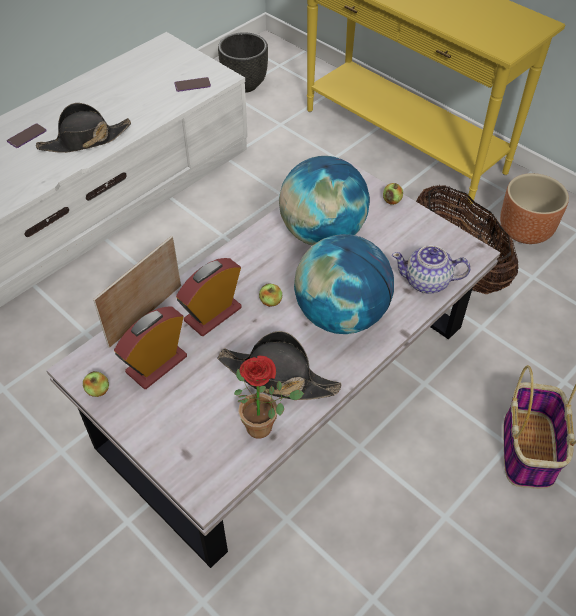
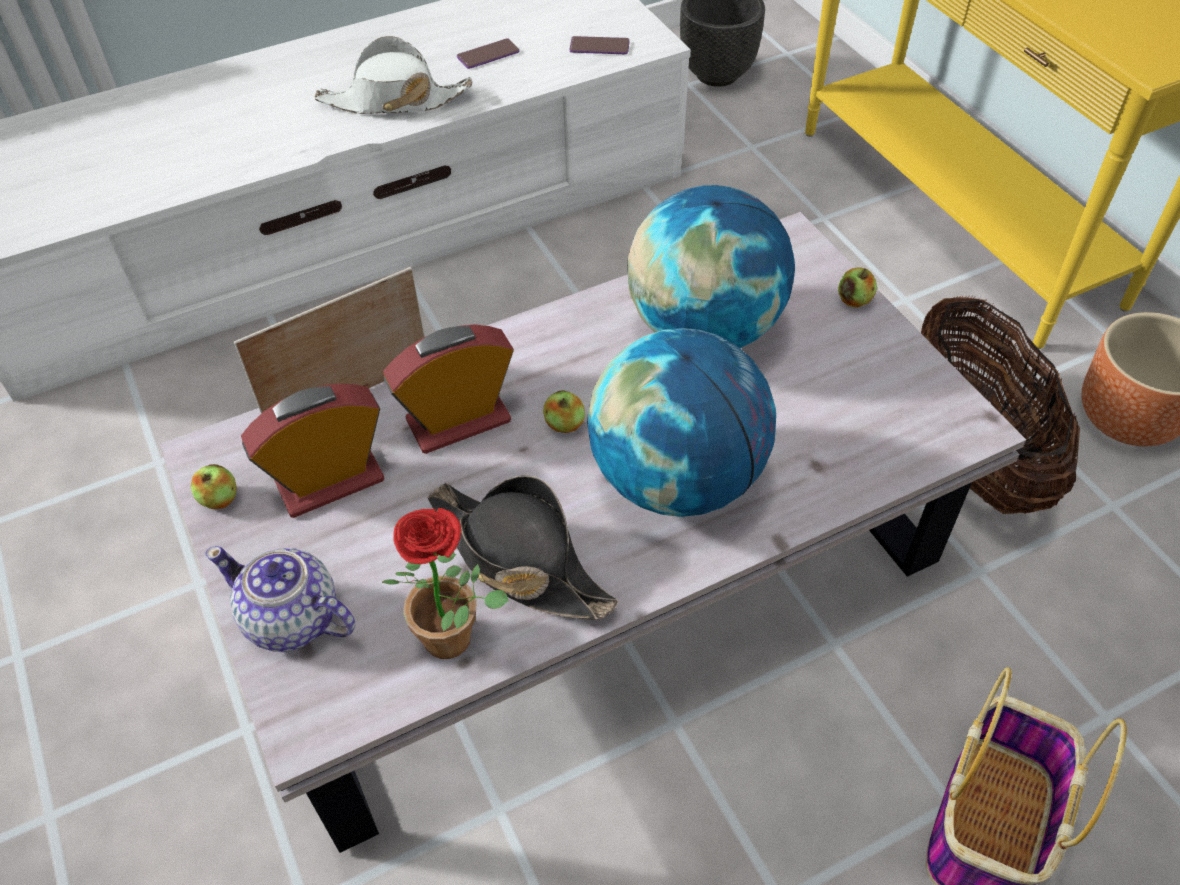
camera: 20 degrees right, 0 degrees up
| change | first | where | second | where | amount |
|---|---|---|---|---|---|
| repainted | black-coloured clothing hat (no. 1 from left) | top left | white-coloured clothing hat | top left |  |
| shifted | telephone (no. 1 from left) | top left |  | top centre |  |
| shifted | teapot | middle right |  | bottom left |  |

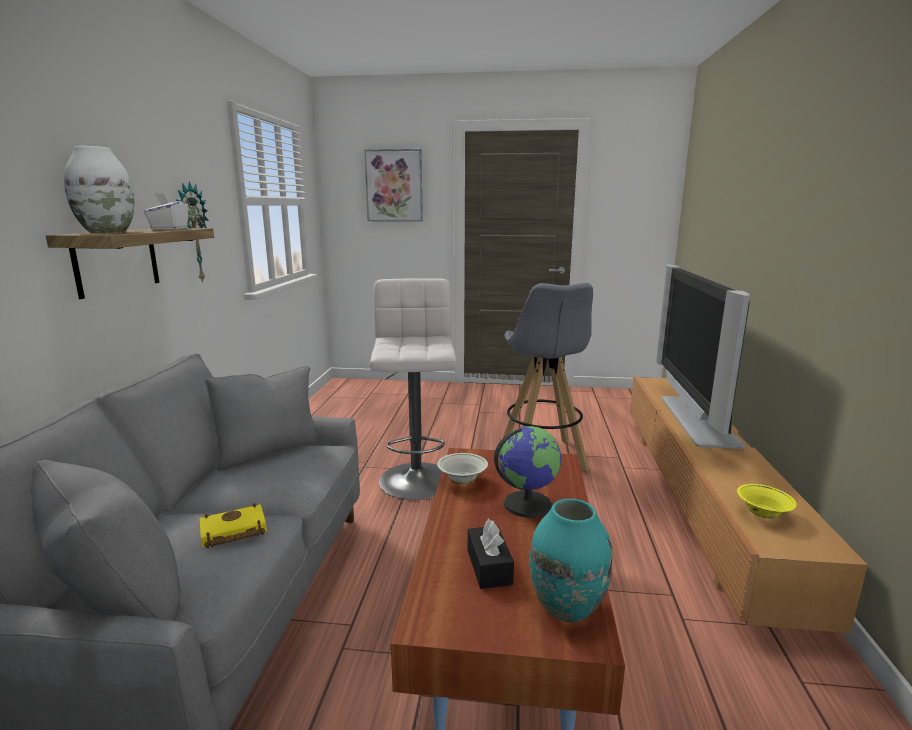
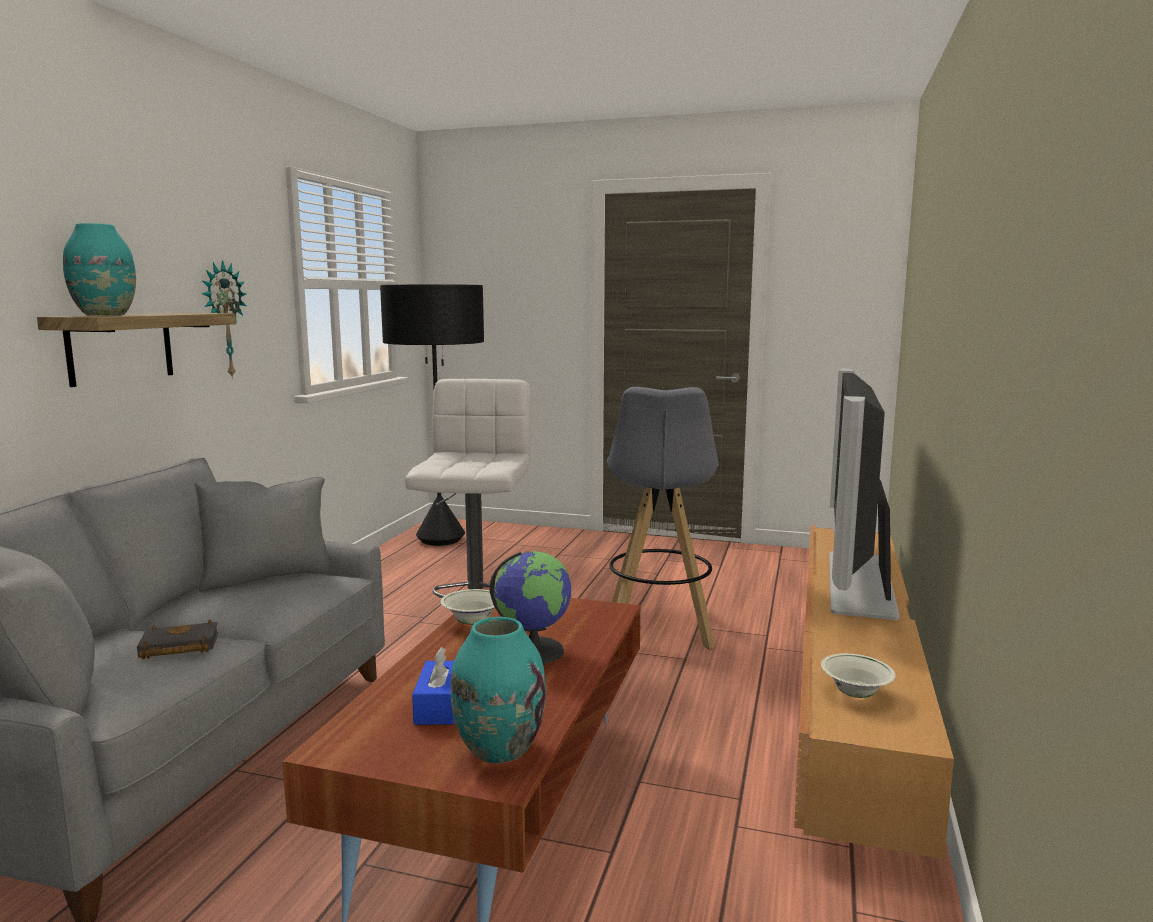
camera: 10 degrees right, 5 degrees down
| change | first | where | second | where | amount |
|---|---|---|---|---|---|
| repainted | white-coloured decorative vase | top left | blue-green decorative vase (no. 1 from left) | top left |  |
| gone | wall art | top centre |  |  |  |
| gone | white-coloured tissue holder | top left |  |  |  |
| repainted | yellow bowl | bottom right | white-coloured bowl (no. 2 from left) | bottom right |  |
| repainted | yellow book | bottom left | black-coloured book | bottom left |  |
| repainted | black-coloured tissue holder | bottom centre | blue tissue holder | bottom centre |  |
| new |  |  | black-coloured standing lamp | centre |  |

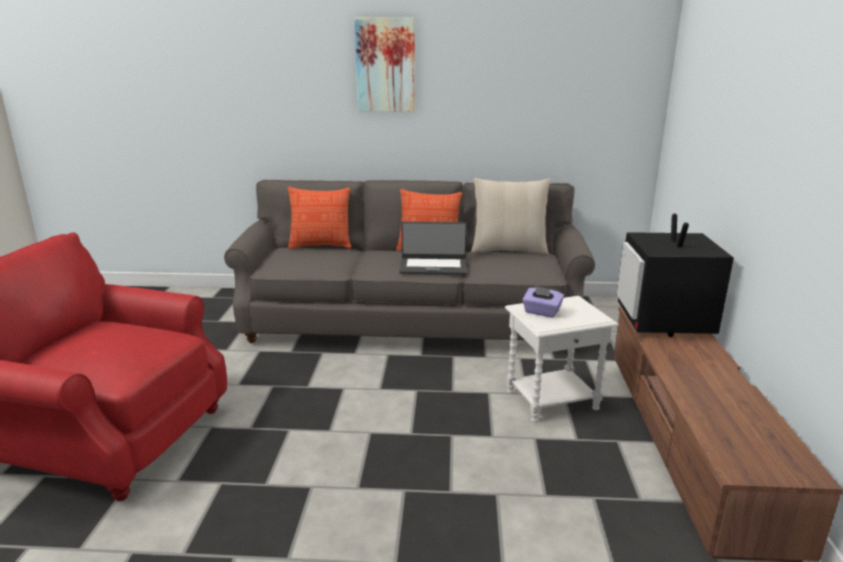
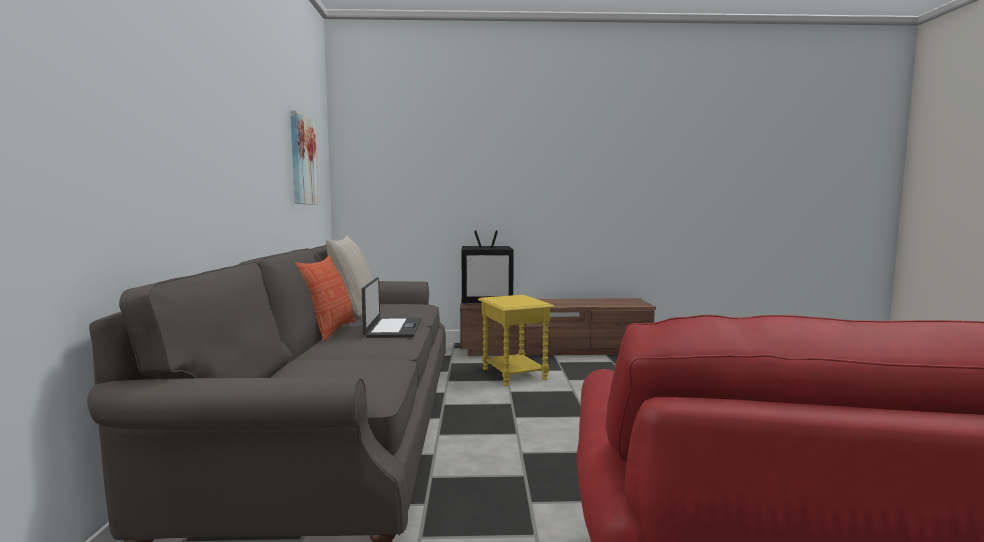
camera: 95 degrees left, 15 degrees down
| change | first | where | second | where | amount |
|---|---|---|---|---|---|
| shifted | wall art | top centre |  | top left |  |
| gone | orangey cushion (no. 1 from left) | centre |  |  |  |
| gone | purplish tissue holder | centre |  |  |  |
| repainted | white-coloured side table | middle right | yellow side table | centre |  |

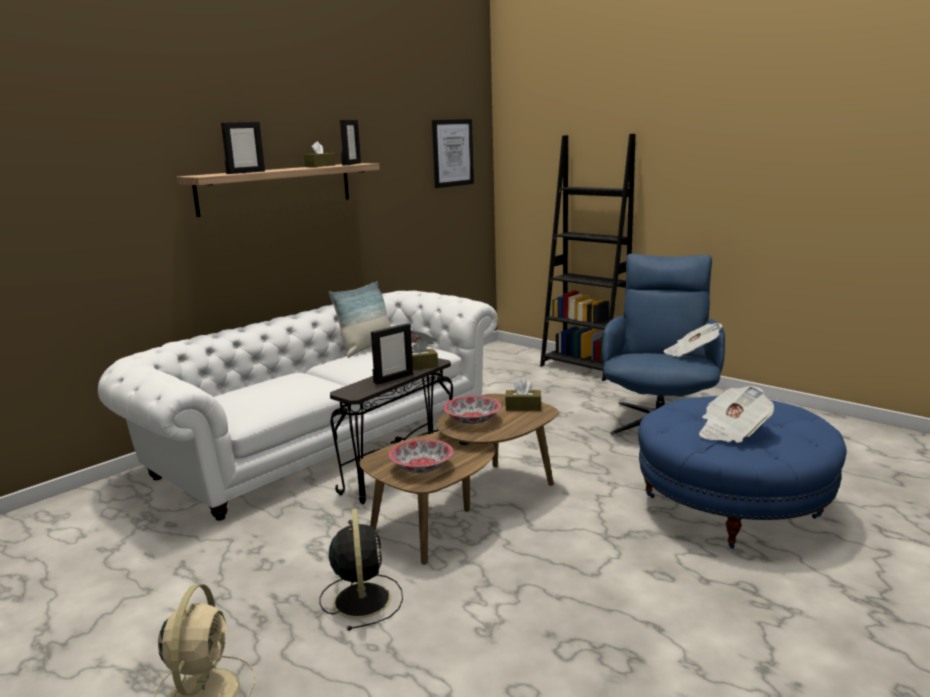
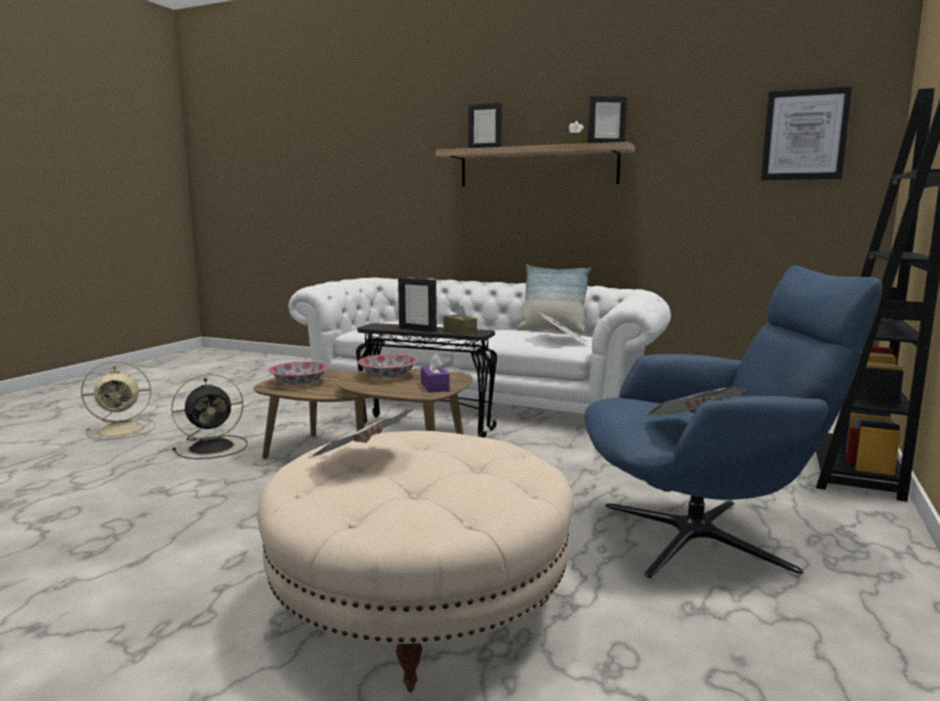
camera: 70 degrees right, 5 degrees down
| change | first | where | second | where | amount |
|---|---|---|---|---|---|
| repainted | brown-coloured tissue holder (no. 3 from left) | centre | purplish tissue holder | centre |  |
| repainted | blue pouffe | bottom right | sand-coloured pouffe | bottom centre |  |

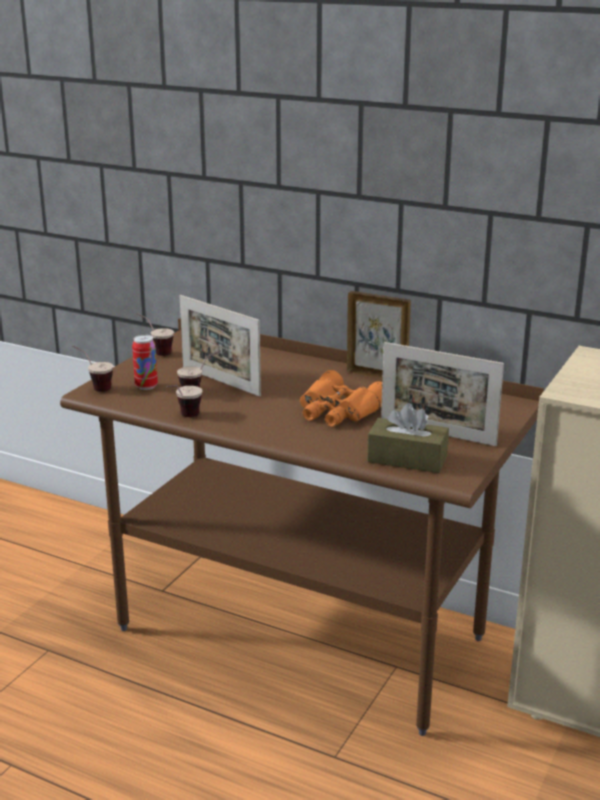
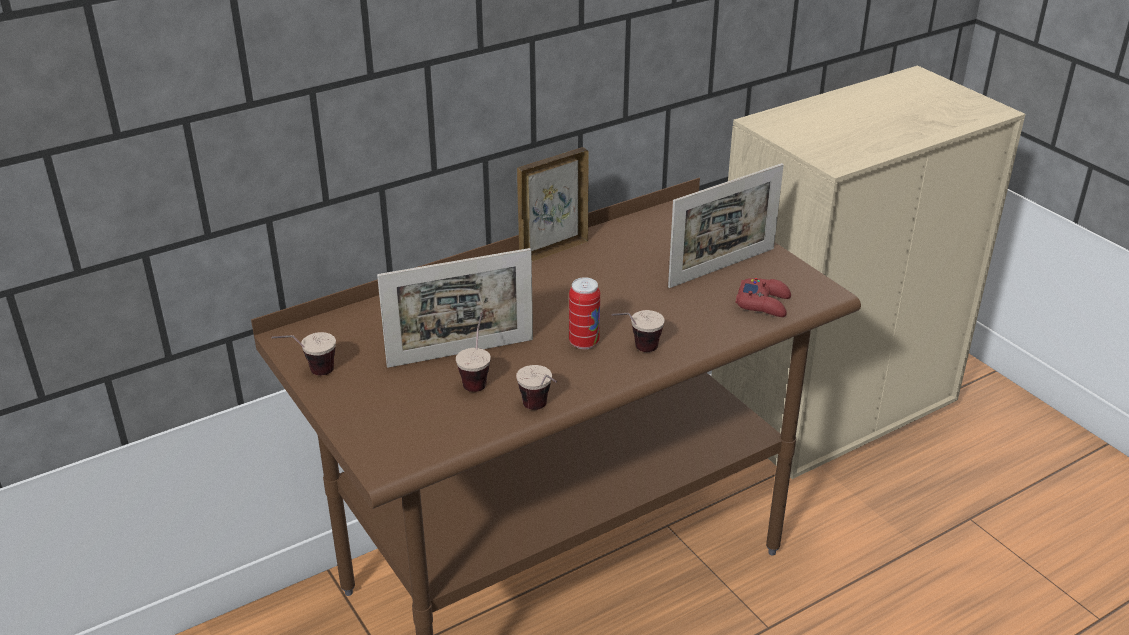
camera: 60 degrees left, 10 degrees up
| change | first | where | second | where | amount |
|---|---|---|---|---|---|
| shifted | sealed can | middle left |  | centre |  |
| shifted | cup (no. 1 from left in the first image) | middle left | cup (no. 4 from left) | centre |  |
| gone | orangey field glasses | centre |  |  |  |
| swapped | brown-coloured tissue holder | middle right | red-coloured gamepad | middle right |  |

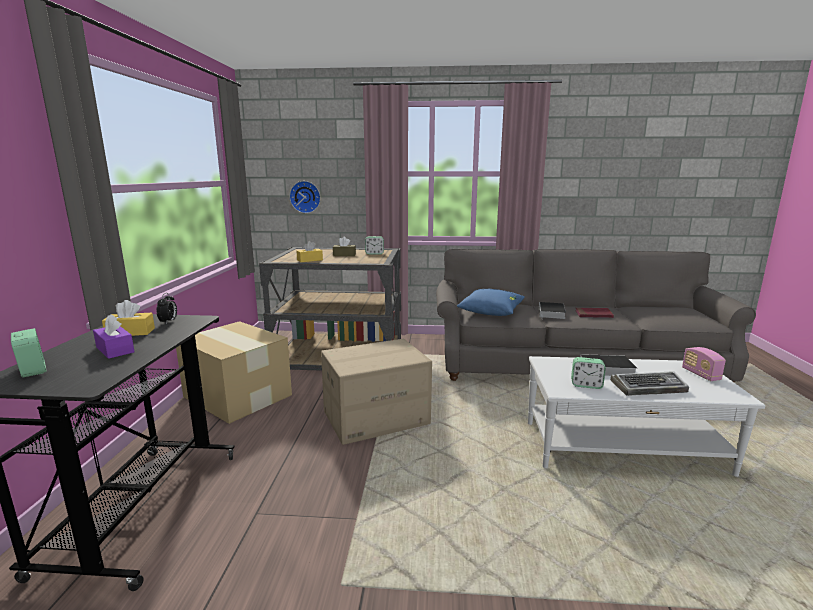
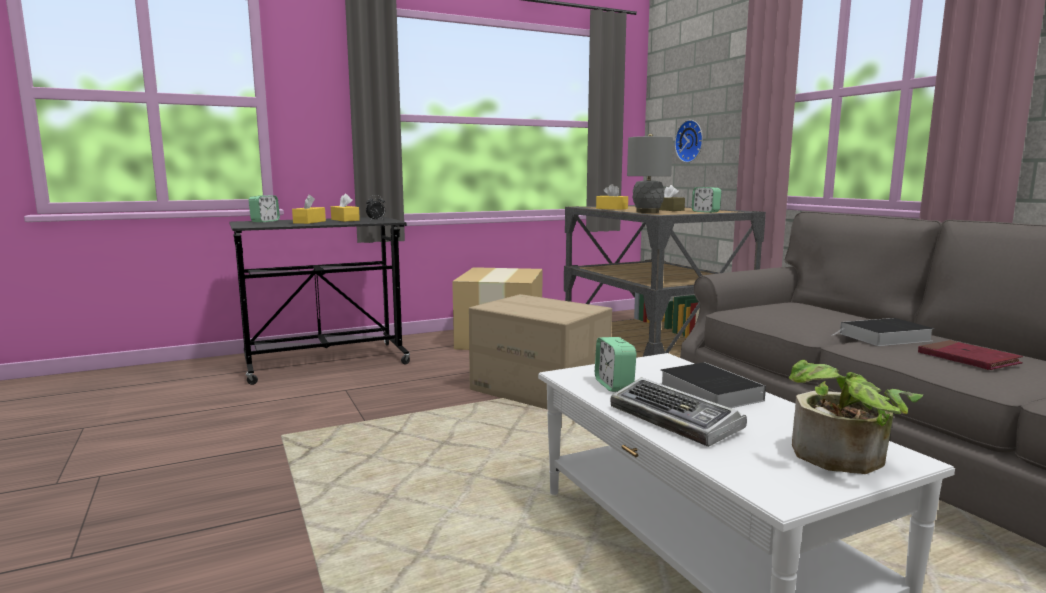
camera: 60 degrees right, 5 degrees down
| change | first | where | second | where | amount |
|---|---|---|---|---|---|
| gone | blue cushion | centre |  |  |  |
| repainted | purplish tissue holder | middle left | yellow tissue holder (no. 1 from left) | middle left |  |
| swapped | radio set | middle right | plant in a pot | bottom right |  |
| new |  |  | grey tabletop lamp | top centre |  |

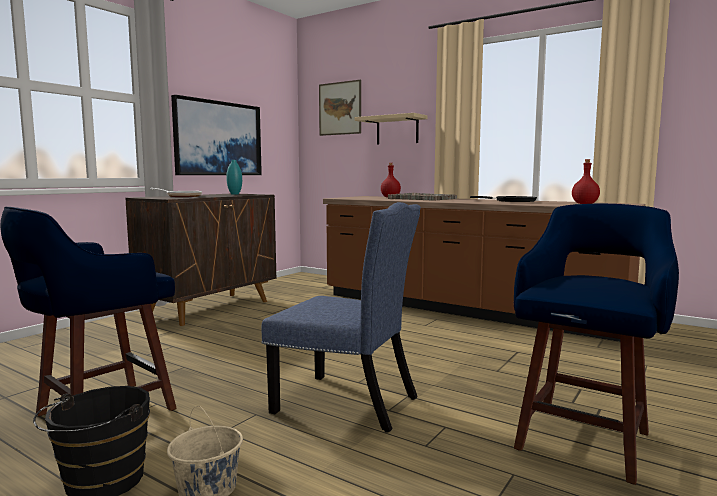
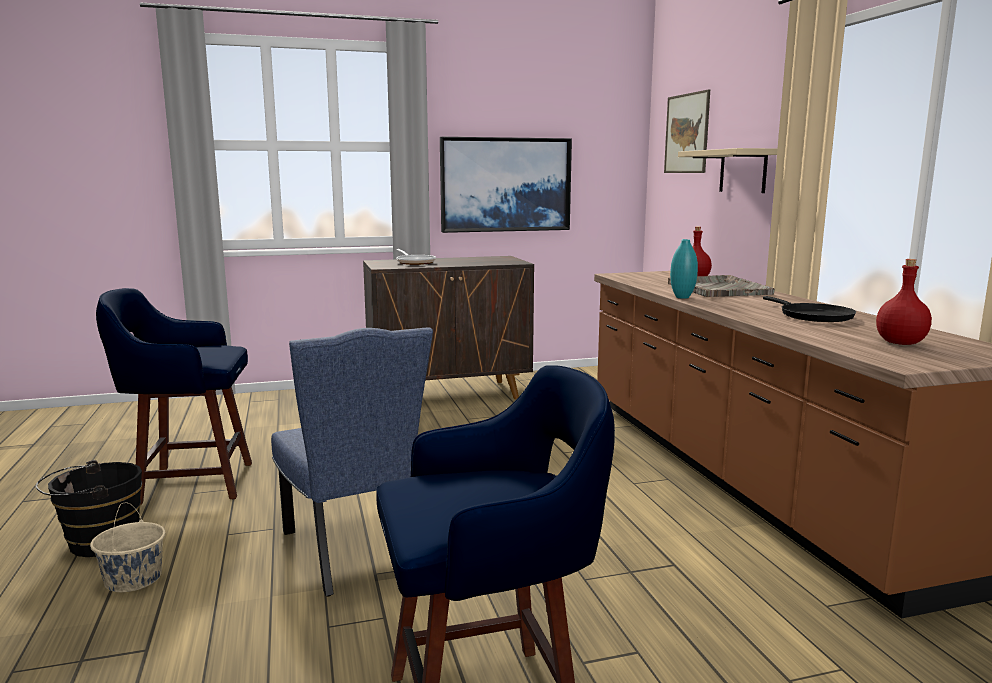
camera: 40 degrees right, 5 degrees up
| change | first | where | second | where | amount |
|---|---|---|---|---|---|
| shifted | blue-green decorative vase | middle left |  | middle right |  |

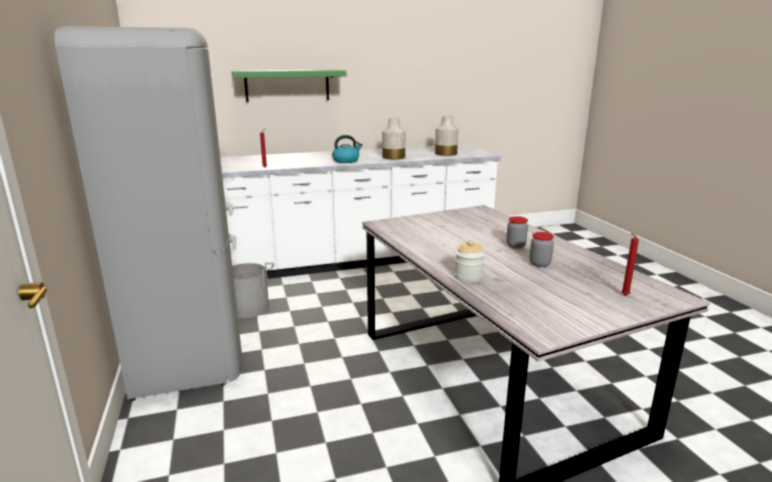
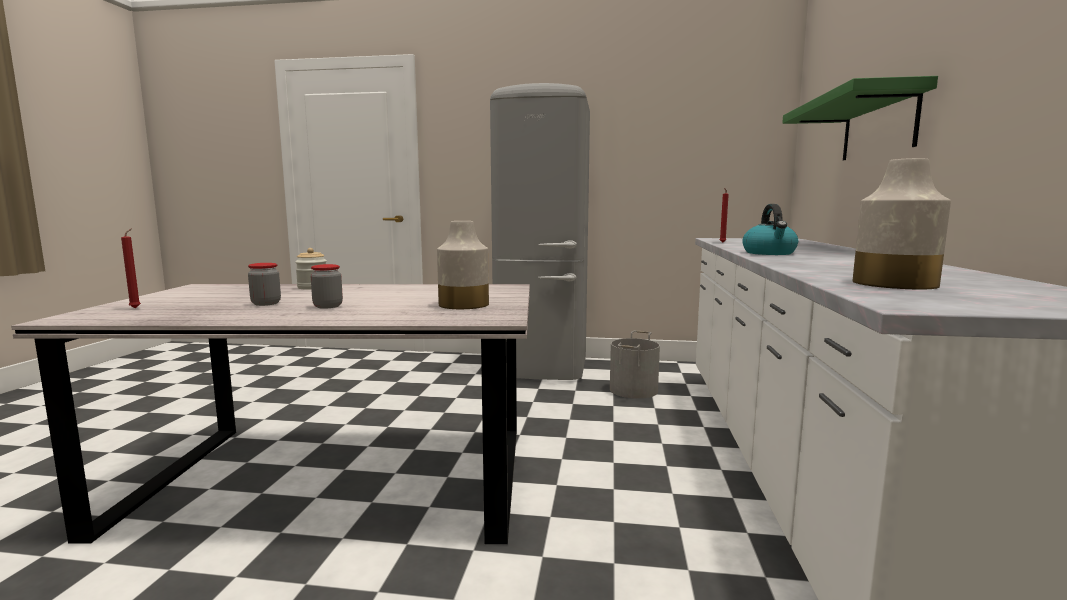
camera: 115 degrees right, 10 degrees down
| change | first | where | second | where | amount |
|---|---|---|---|---|---|
| shifted | sand-coloured decorative vase (no. 1 from left) | top centre |  | centre |  |

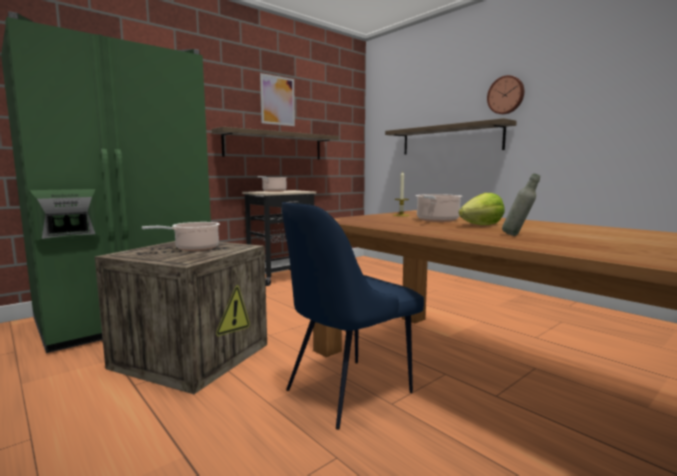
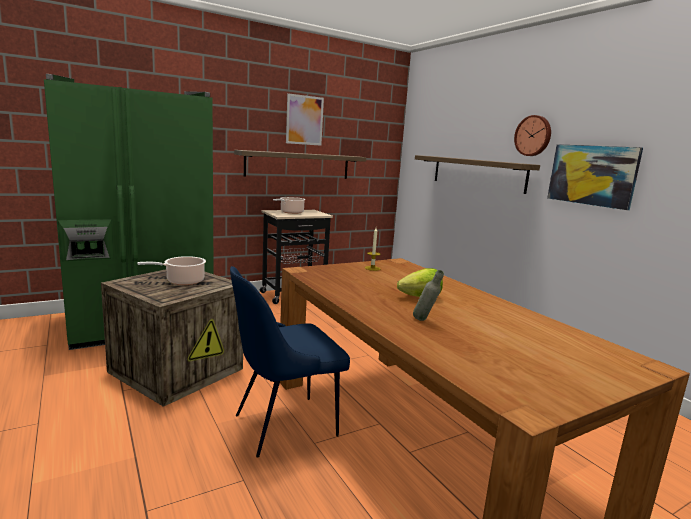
camera: 10 degrees right, 5 degrees up
| change | first | where | second | where | amount |
|---|---|---|---|---|---|
| gone | stockpot (no. 3 from left) | centre |  |  |  |
| new |  |  | wall art (no. 2 from left) | middle right |  |

